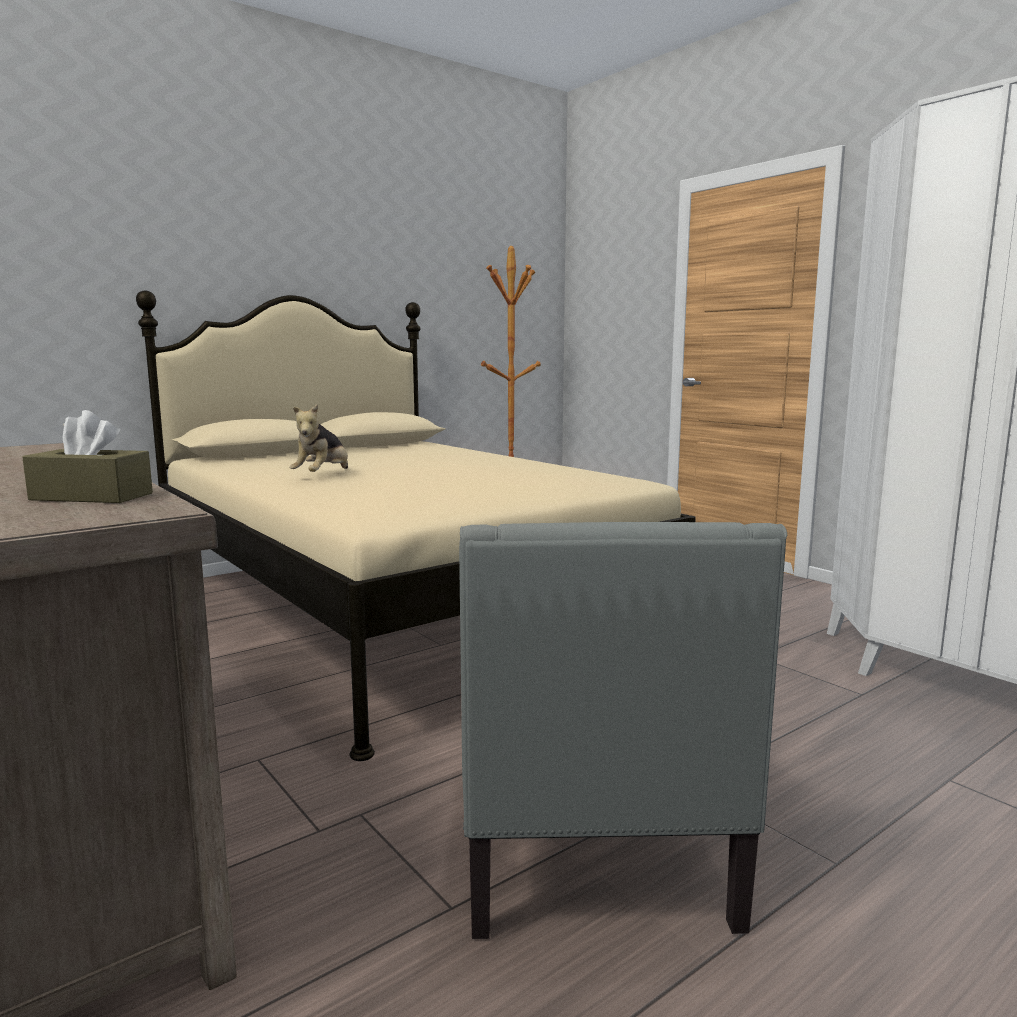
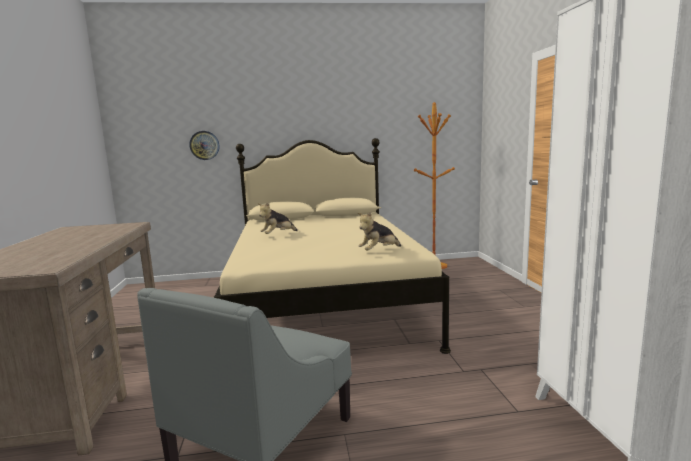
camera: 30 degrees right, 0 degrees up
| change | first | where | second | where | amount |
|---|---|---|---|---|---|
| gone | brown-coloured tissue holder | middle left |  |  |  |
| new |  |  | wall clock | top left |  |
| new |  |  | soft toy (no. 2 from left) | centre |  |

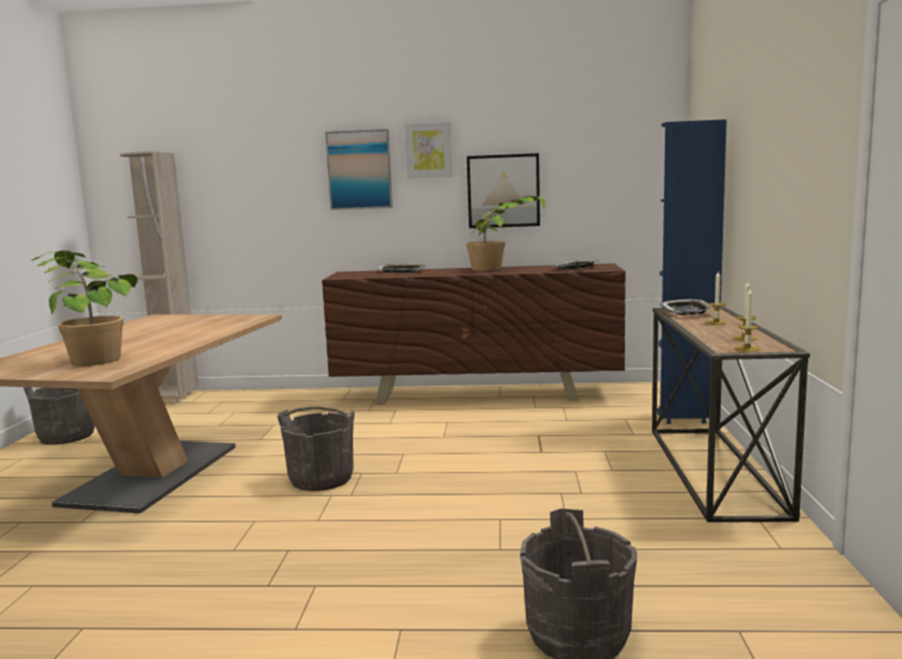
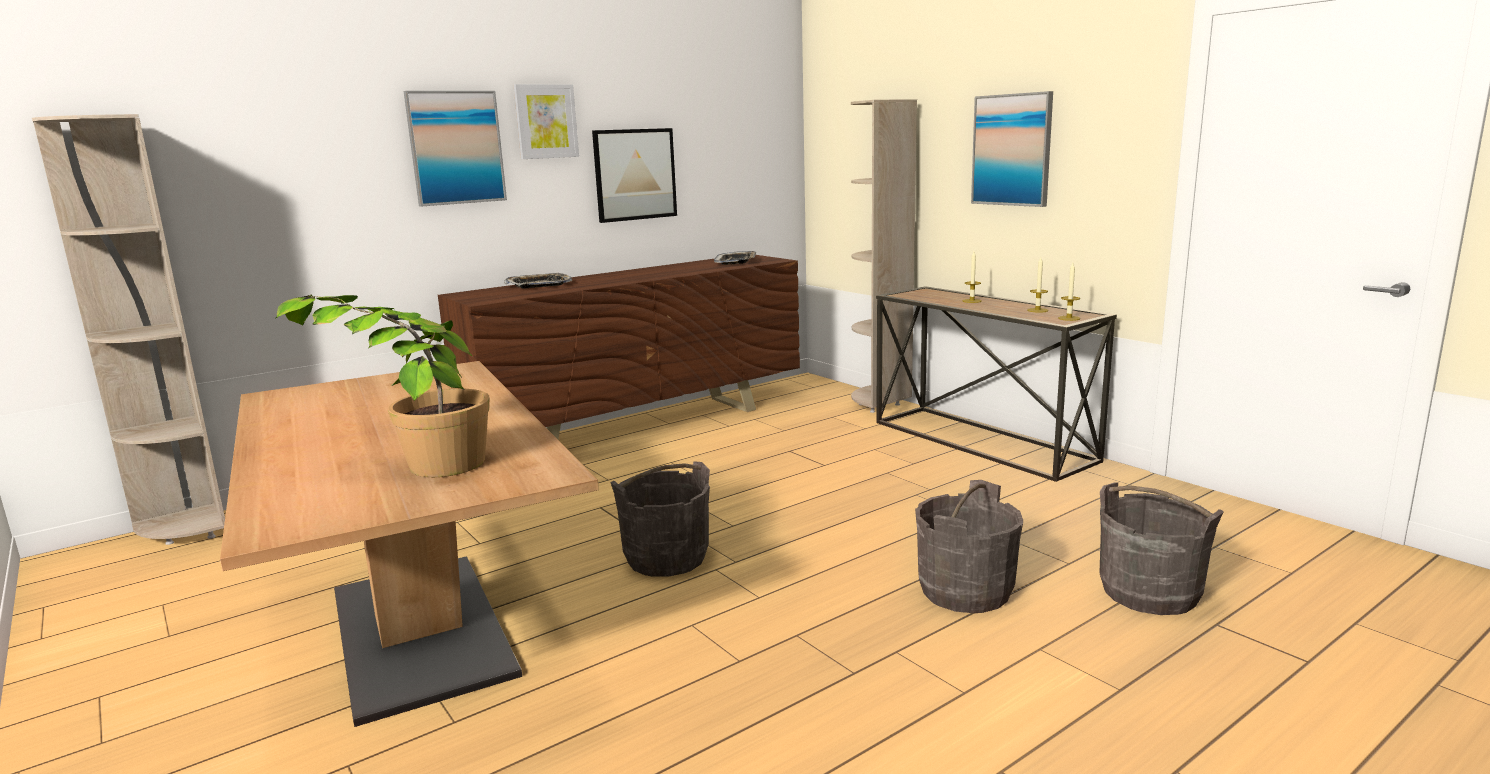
camera: 40 degrees left, 5 degrees up
| change | first | where | second | where | amount |
|---|---|---|---|---|---|
| repainted | blue bookcase | middle right | sand-coloured bookcase (no. 2 from left) | top centre |  |
| gone | plant in a pot (no. 2 from left) | centre |  |  |  |
| gone | carrying tray (no. 3 from left) | middle right |  |  |  |
| shifted | grey water bucket (no. 1 from left in the first image) | middle left | grey water bucket (no. 2 from left) | bottom centre |  |
| new |  |  | wall art (no. 4 from left) | top right |  |

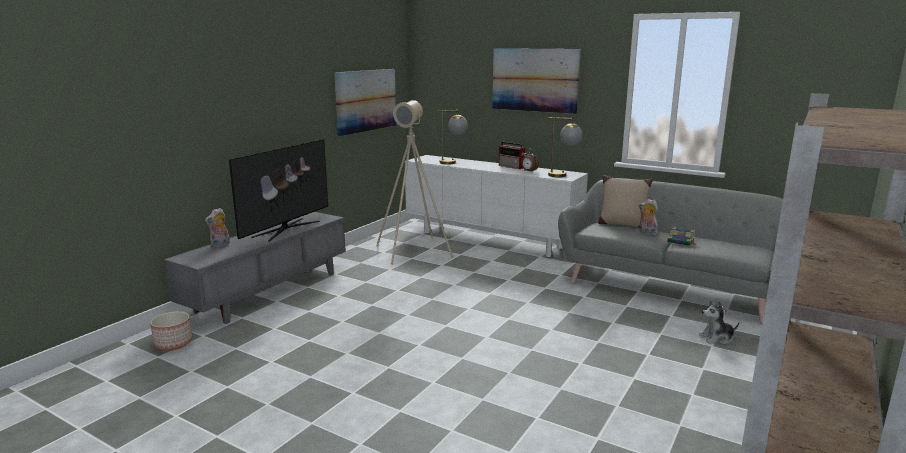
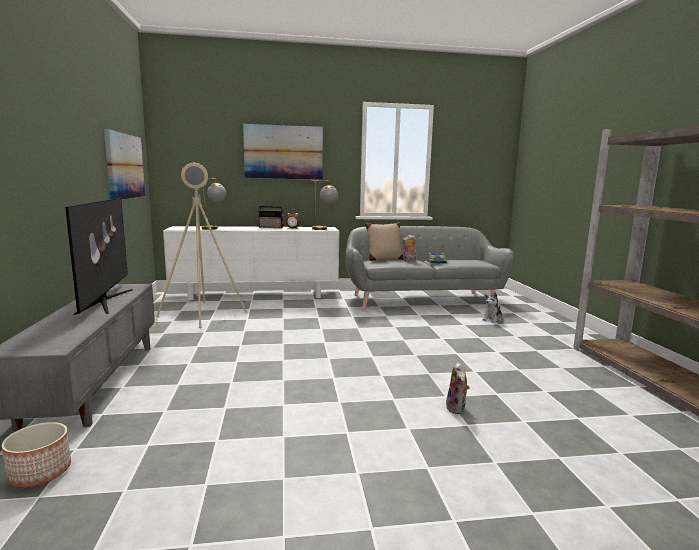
camera: 40 degrees left, 5 degrees down
| change | first | where | second | where | amount |
|---|---|---|---|---|---|
| shifted | soft toy (no. 1 from left in the first image) | middle left | soft toy (no. 2 from left) | bottom centre |  |

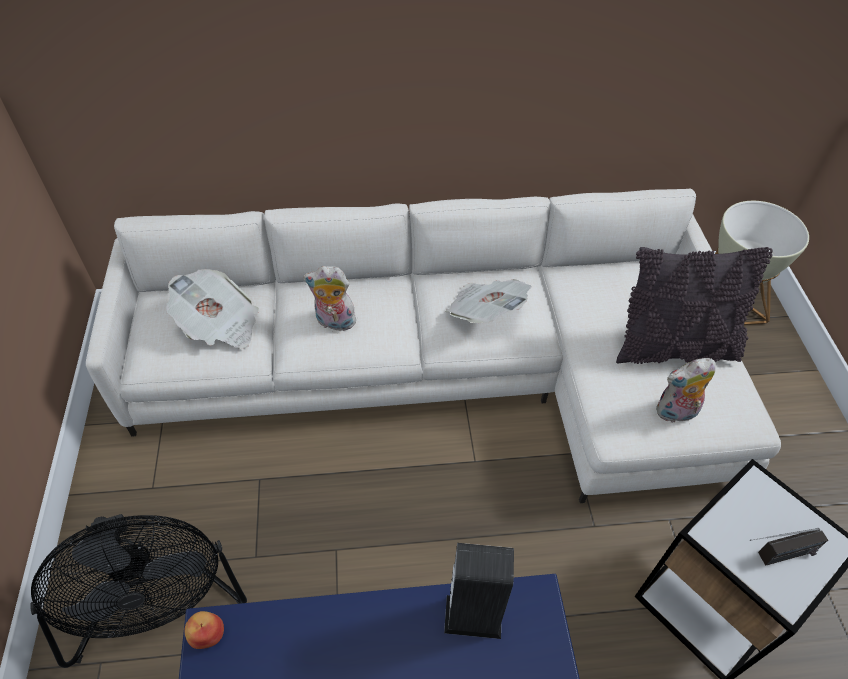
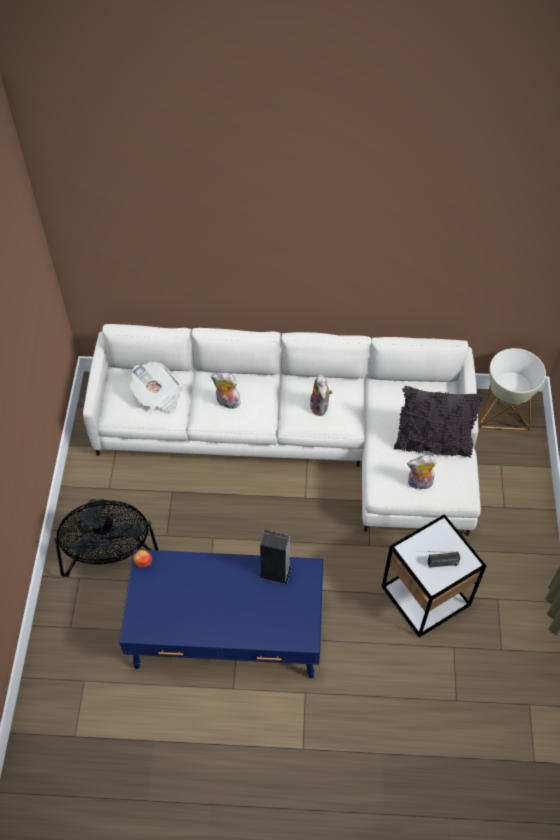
camera: 10 degrees right, 5 degrees up
| change | first | where | second | where | amount |
|---|---|---|---|---|---|
| swapped | printed paper (no. 2 from left) | centre | soft toy (no. 2 from left) | centre |  |

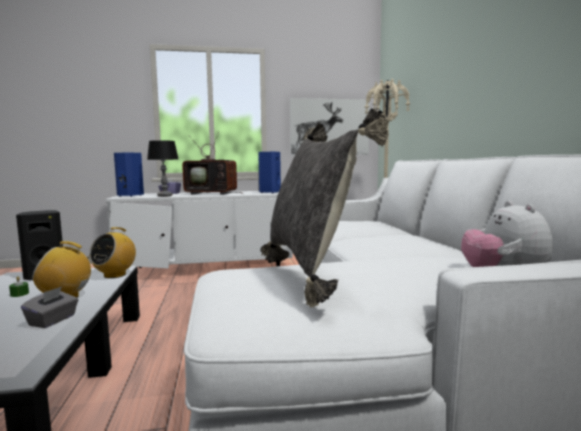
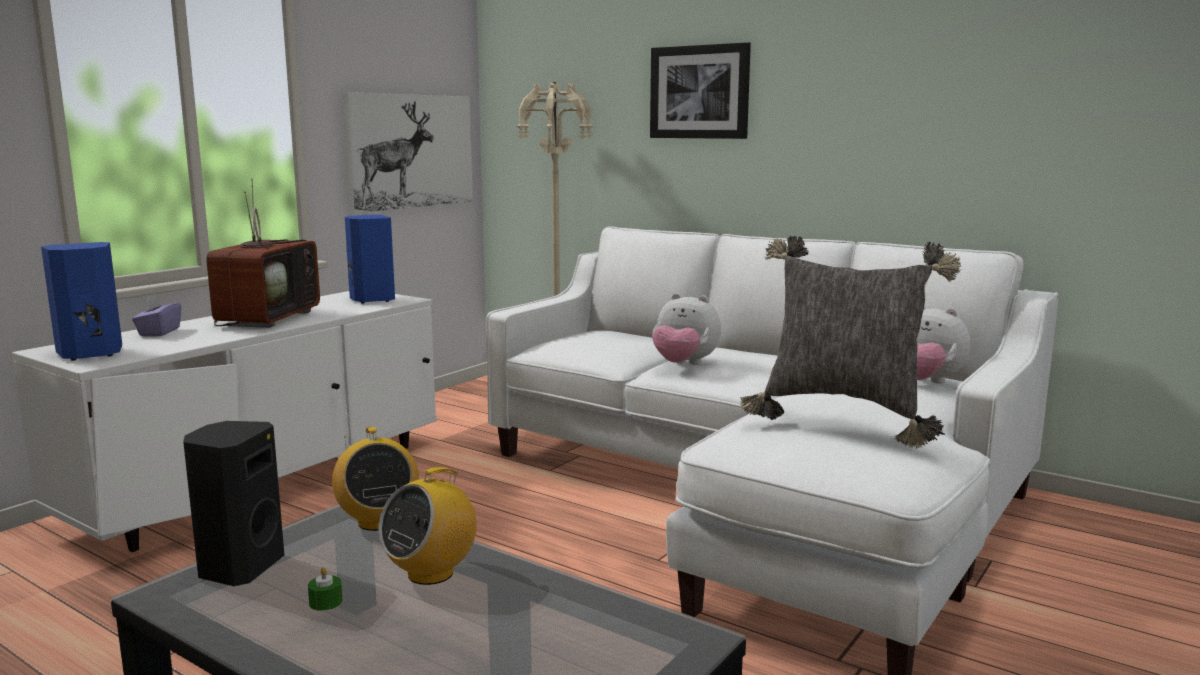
camera: 45 degrees left, 5 degrees up
| change | first | where | second | where | amount |
|---|---|---|---|---|---|
| rotated | TV | centre |  | middle left | 45 degrees counterclockwise |
| gone | tabletop lamp | middle left |  |  |  |
| gone | grey tissue holder | bottom left |  |  |  |
| new |  |  | wall art (no. 2 from left) | top centre |  |
| new |  |  | soft toy (no. 1 from left) | centre |  |

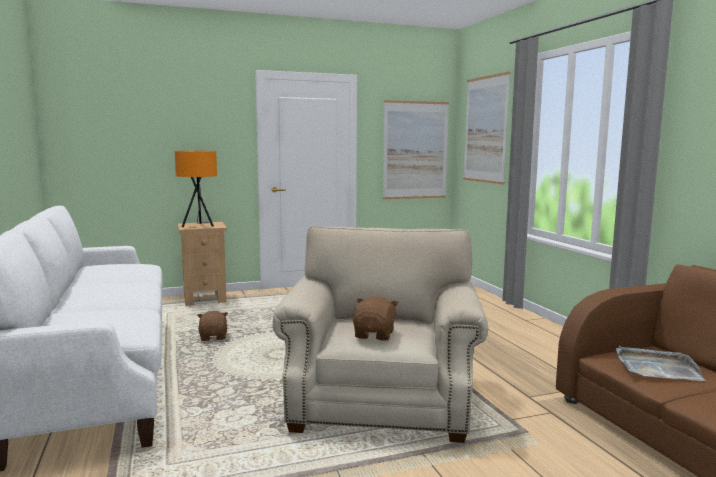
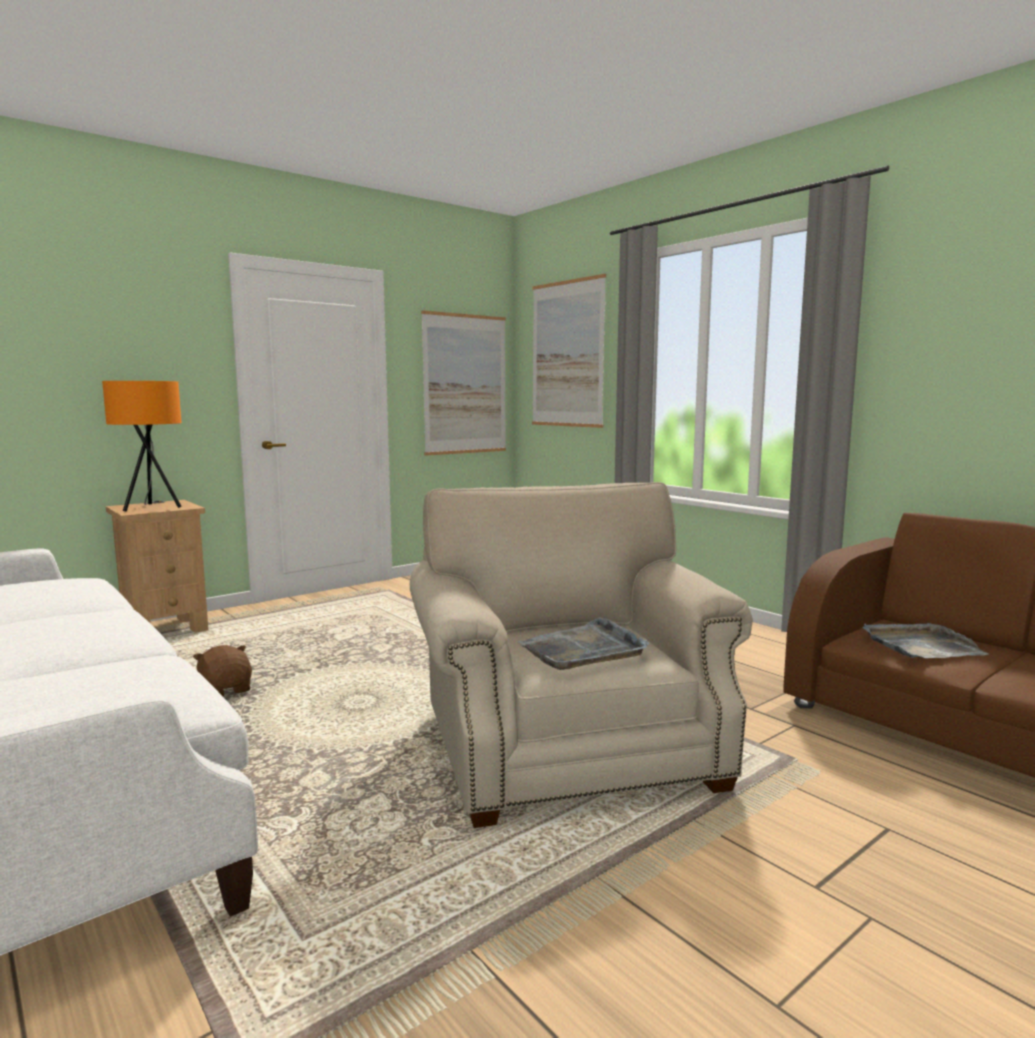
camera: 20 degrees left, 0 degrees up
| change | first | where | second | where | amount |
|---|---|---|---|---|---|
| swapped | brown-coloured soft toy (no. 2 from left) | bottom centre | grey carrying tray (no. 1 from left) | centre |  |

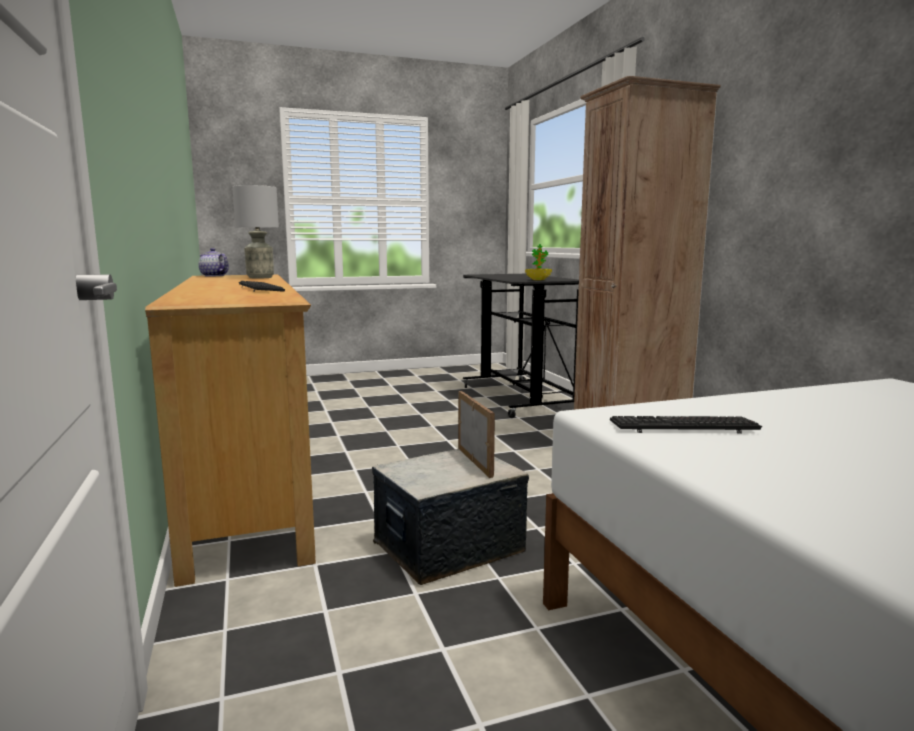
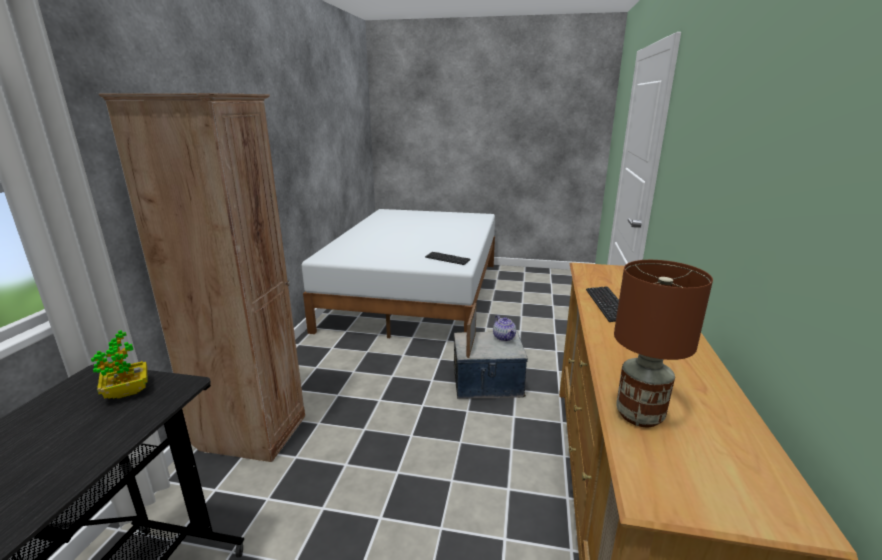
camera: 150 degrees left, 10 degrees up
| change | first | where | second | where | amount |
|---|---|---|---|---|---|
| repainted | grey tabletop lamp | top left | brown-coloured tabletop lamp | middle right |  |
| shifted | teapot | middle left |  | centre |  |

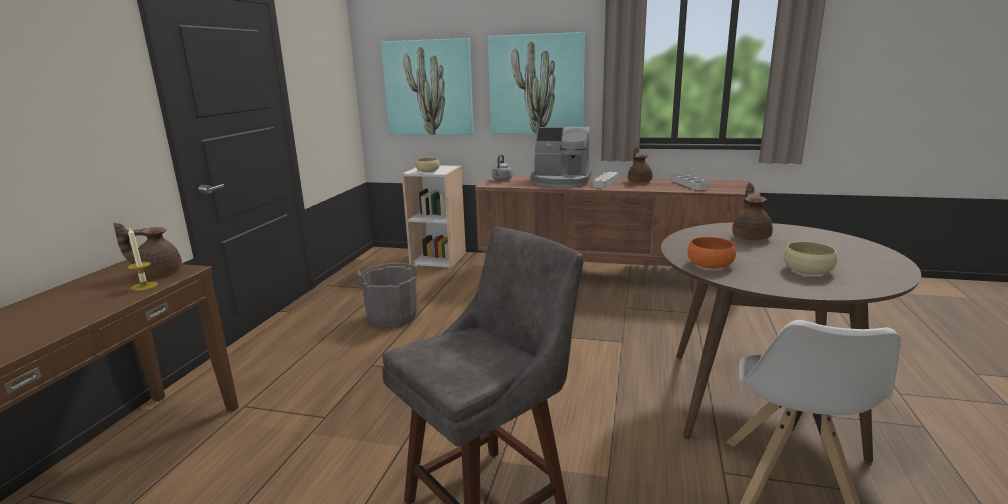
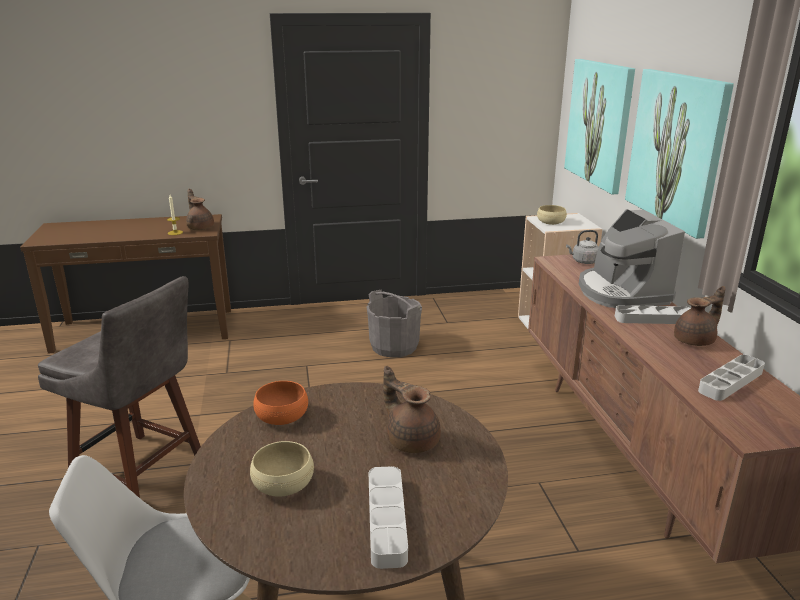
camera: 65 degrees right, 5 degrees up
| change | first | where | second | where | amount |
|---|---|---|---|---|---|
| rotated | brown-coloured teapot (no. 3 from left in the first image) | middle right | brown-coloured teapot (no. 2 from left) | bottom centre | 120 degrees counterclockwise |
| new |  |  | grey carrying tray (no. 1 from left) | bottom centre |  |

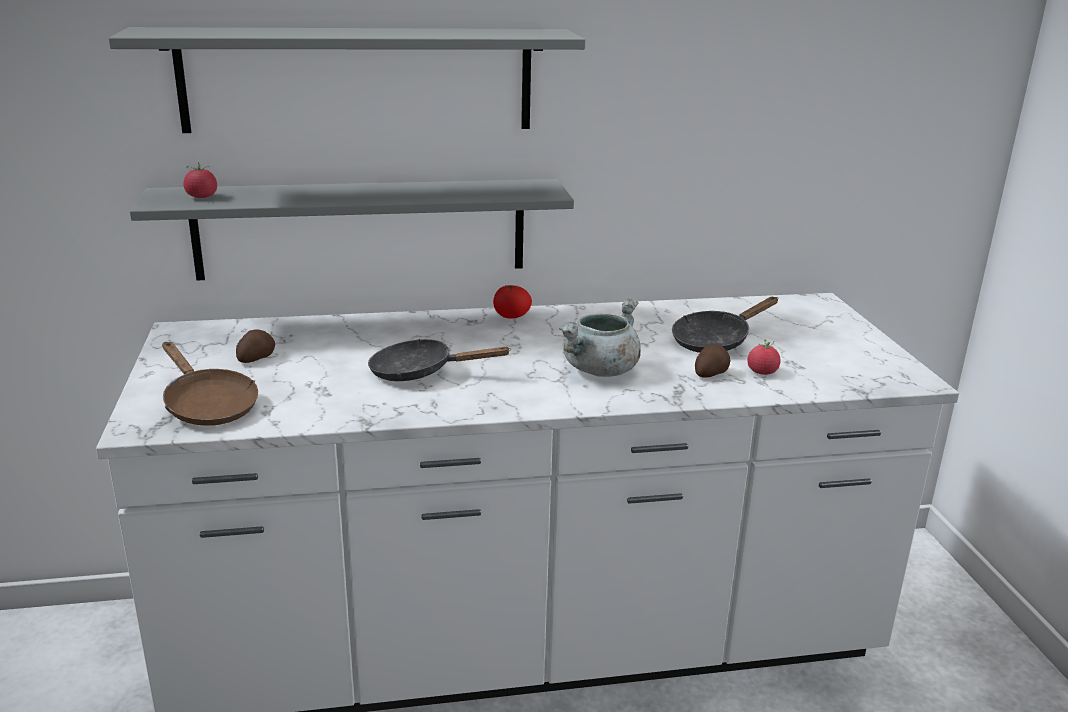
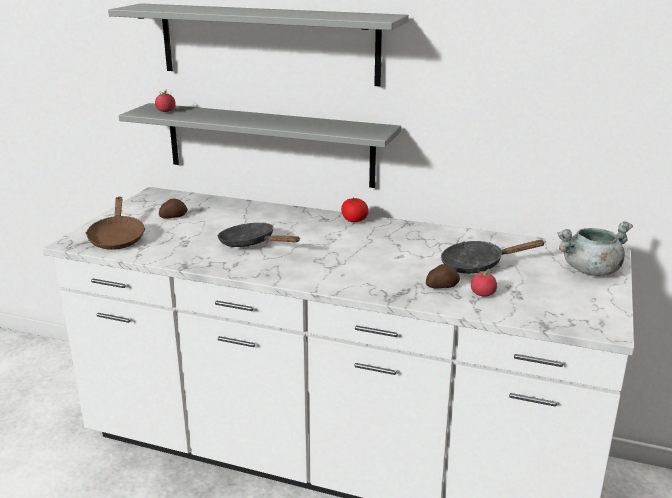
camera: 30 degrees right, 0 degrees up
| change | first | where | second | where | amount |
|---|---|---|---|---|---|
| shifted | grey stockpot | centre |  | middle right |  |

